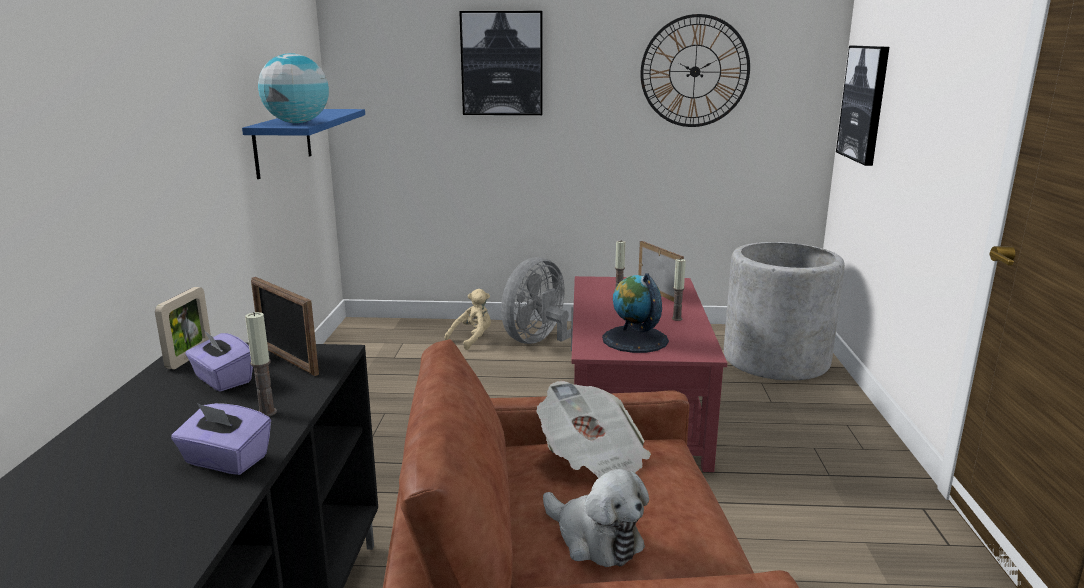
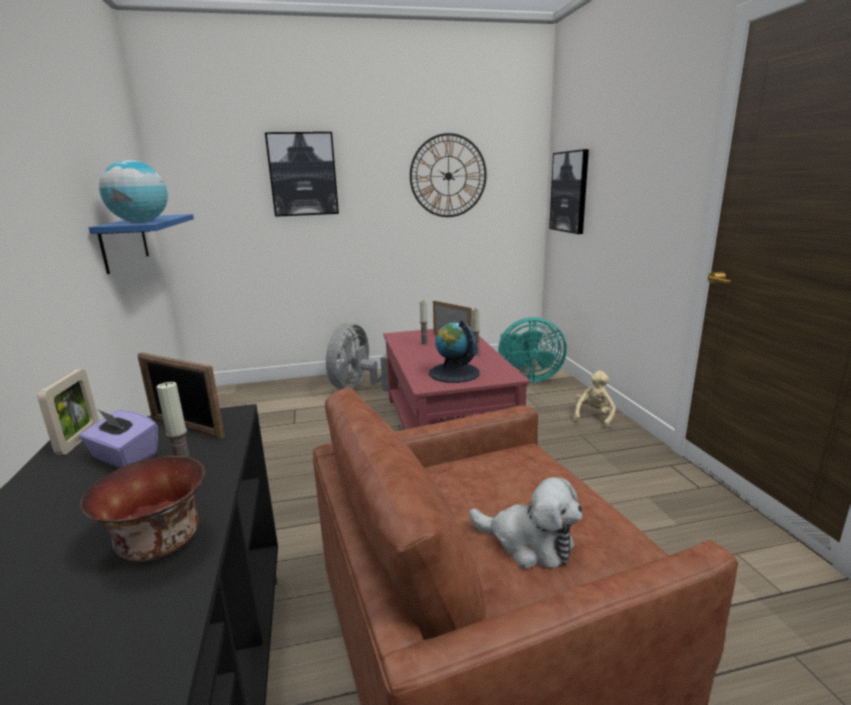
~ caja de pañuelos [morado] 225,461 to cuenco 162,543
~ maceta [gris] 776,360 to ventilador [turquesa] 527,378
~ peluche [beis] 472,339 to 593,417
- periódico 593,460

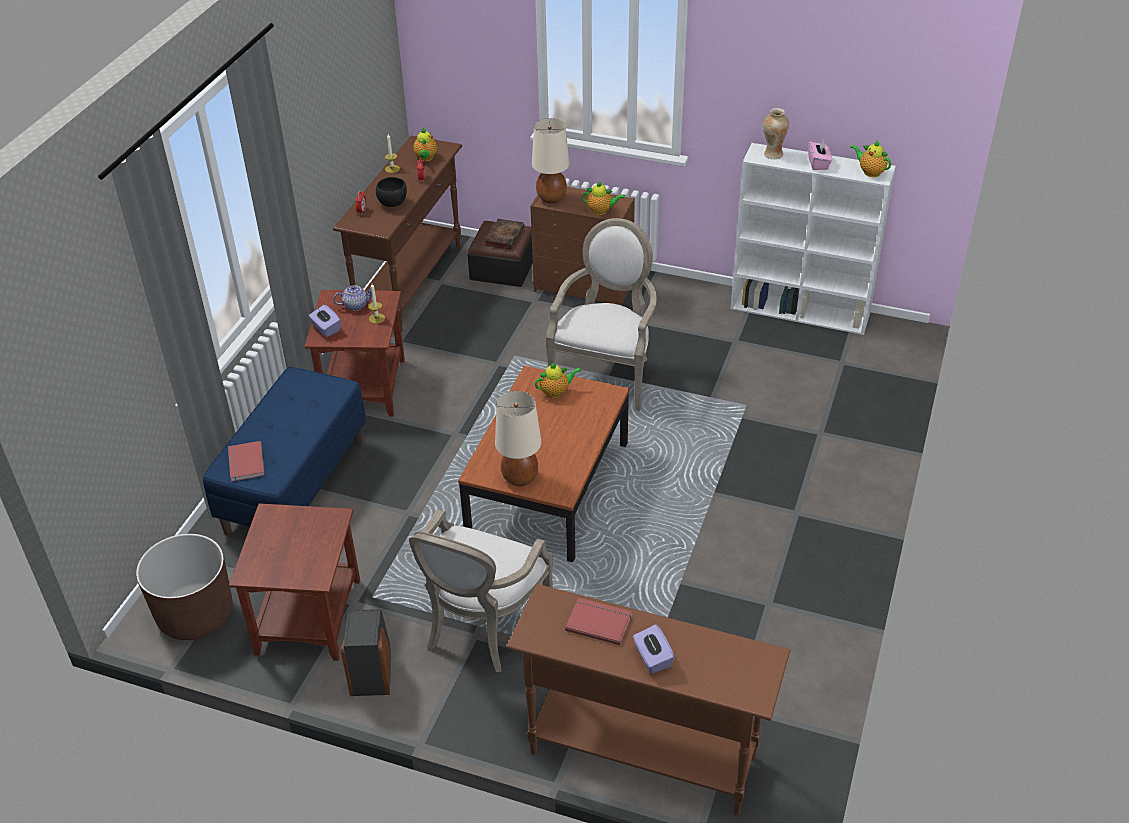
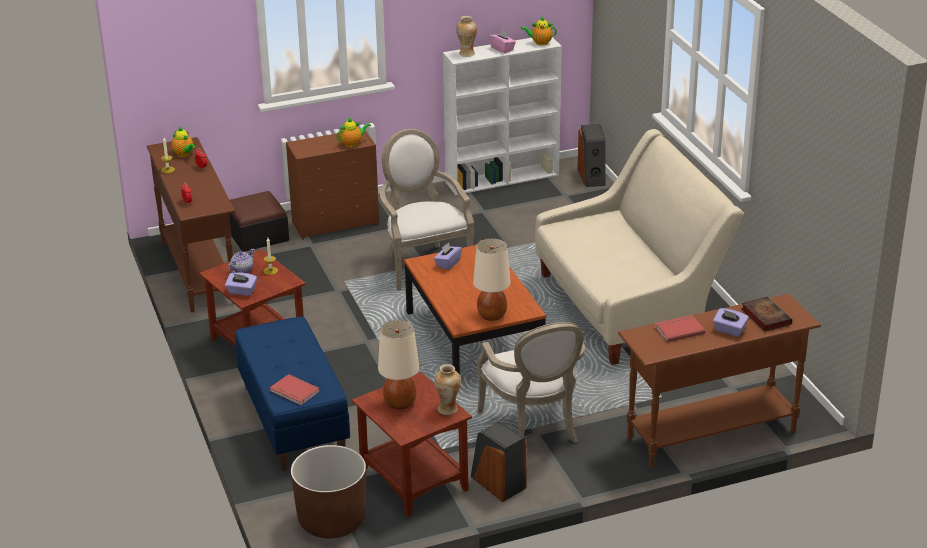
~ lámpara de mesa [beis] 551,198 to 400,403
~ tetera 556,392 to caja de pañuelos [morado] 448,263
+ florero 448,409
+ sofá [beis] 628,307
+ altavoz 592,176
~ libro 504,236 to 764,316
- cuenco [negro] 393,203

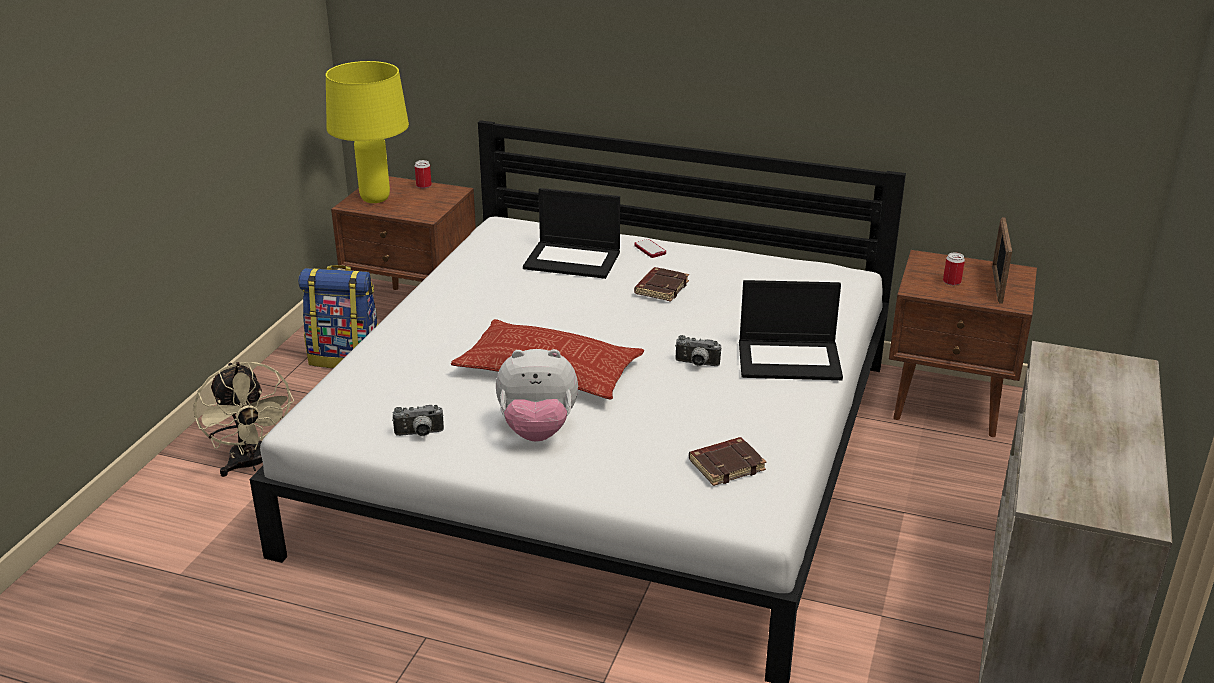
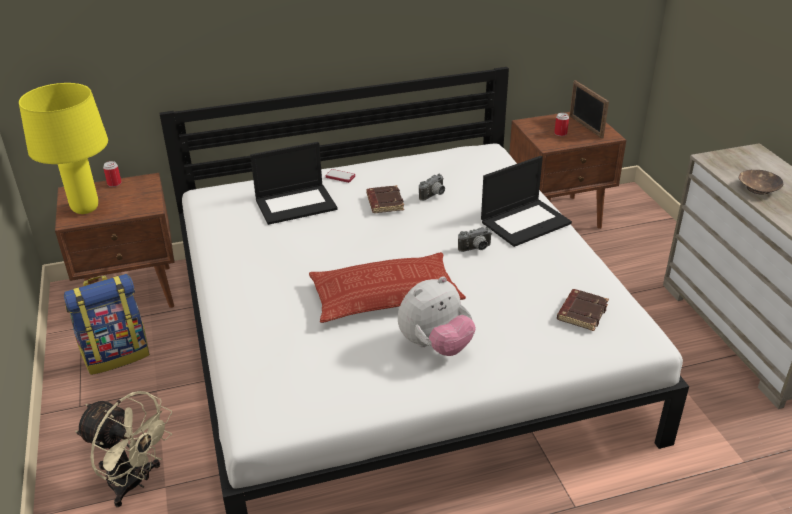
~ cámara 419,434 to 434,196
+ cuenco [marrón] 758,188

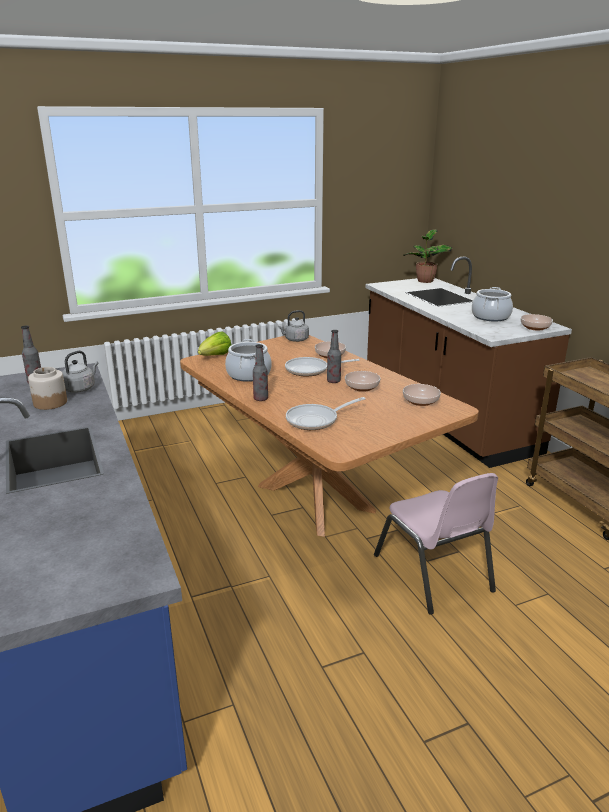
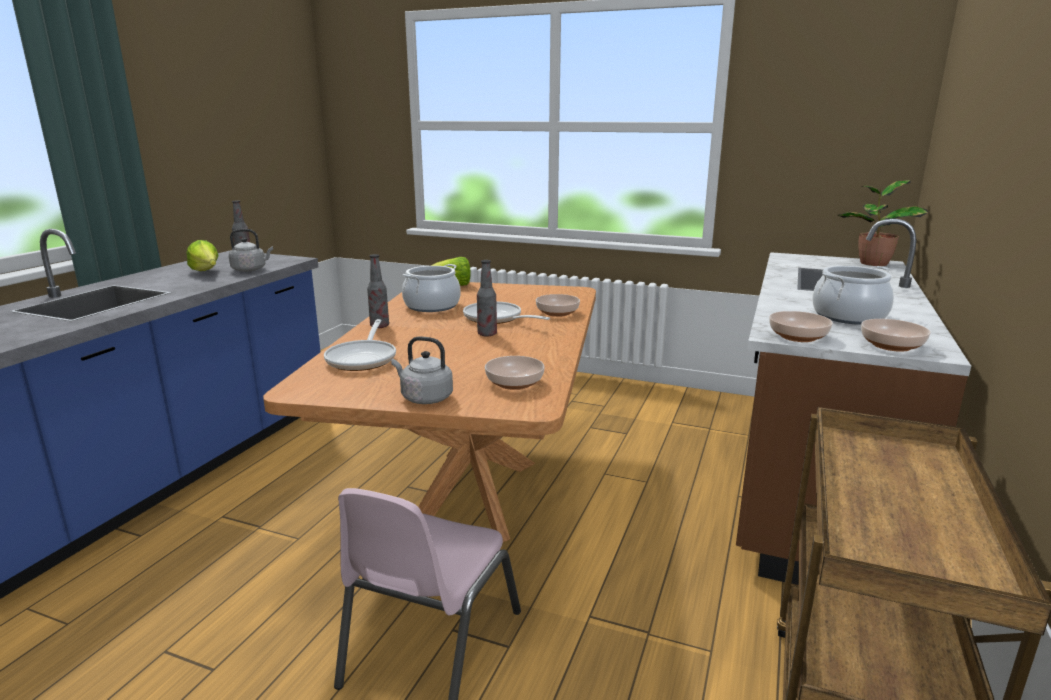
~ tarro 50,403 to lechuga 206,272
~ sartén 316,420 = 363,358 105 degrees counterclockwise
~ hervidor [gris] 295,340 to 424,398
~ cuenco 362,387 to 799,337

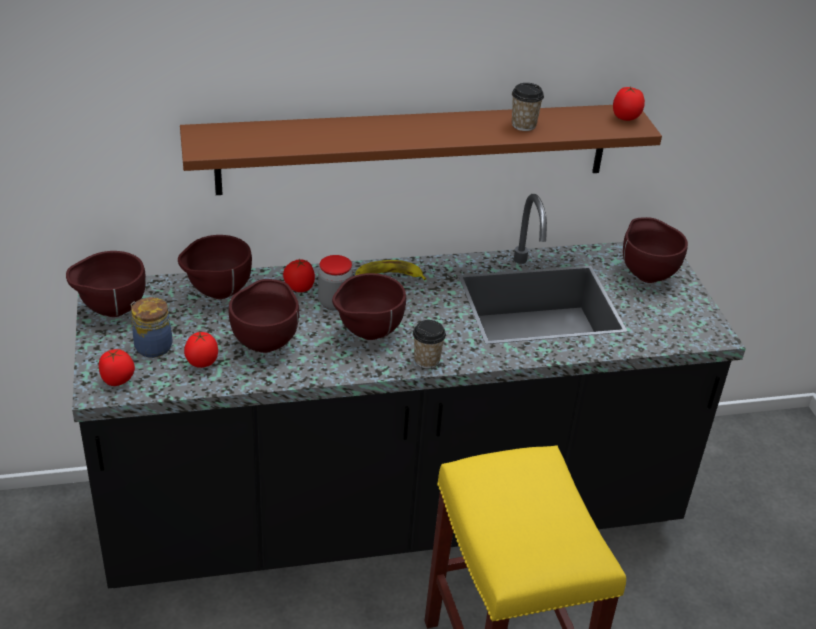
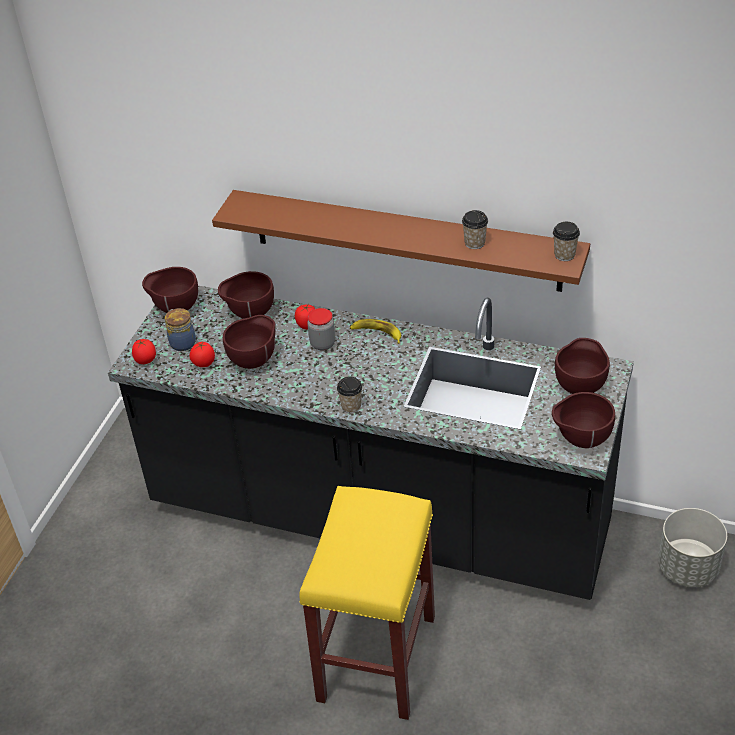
~ cuenco [marrón] 367,334 to 580,440
~ tomate 626,118 to taza 564,255
+ maceta [gris] 688,568

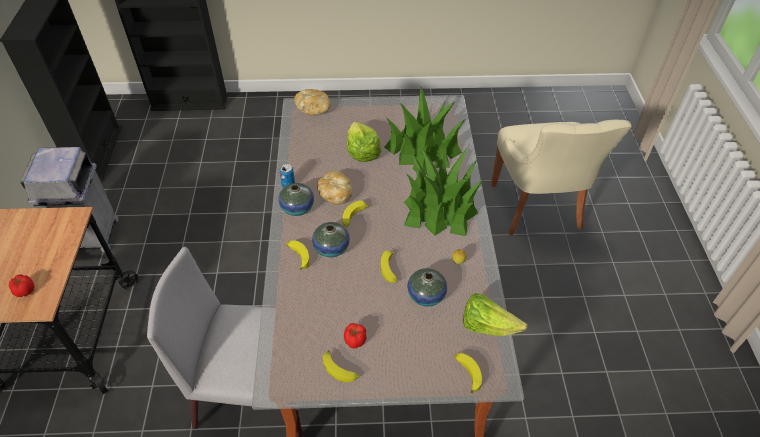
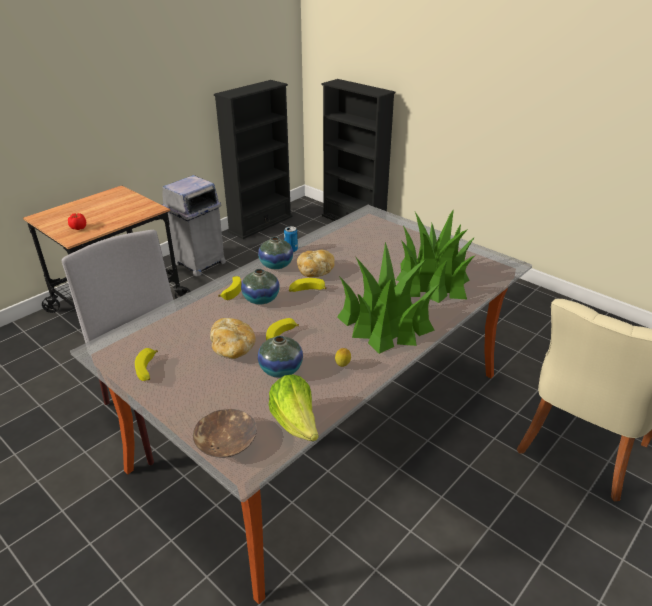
~ plátano 466,373 to cuenco [marrón] 226,441
~ pan 313,109 to 233,349
- tomate 355,341
- lechuga 362,152

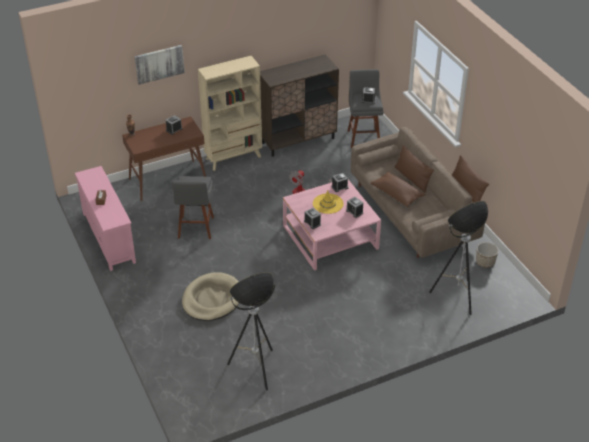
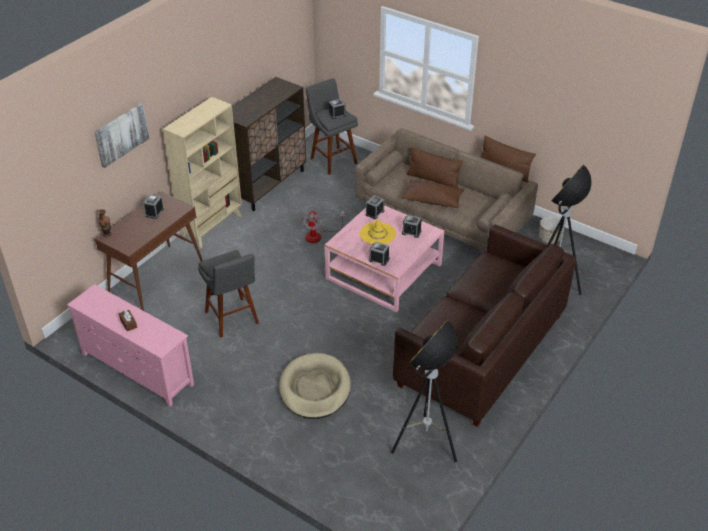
+ sofá [marrón] 481,350

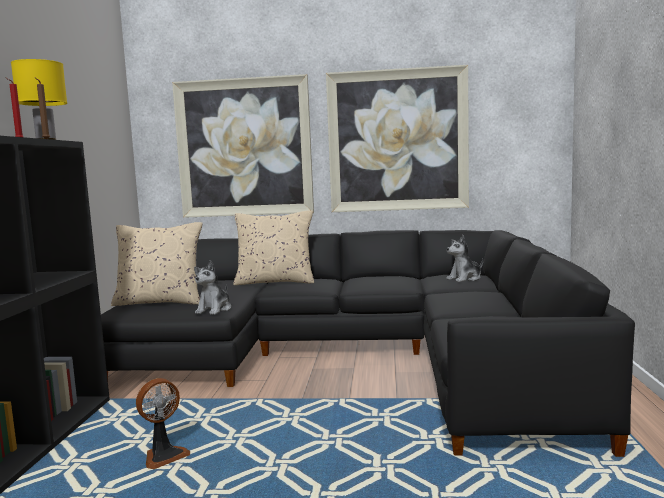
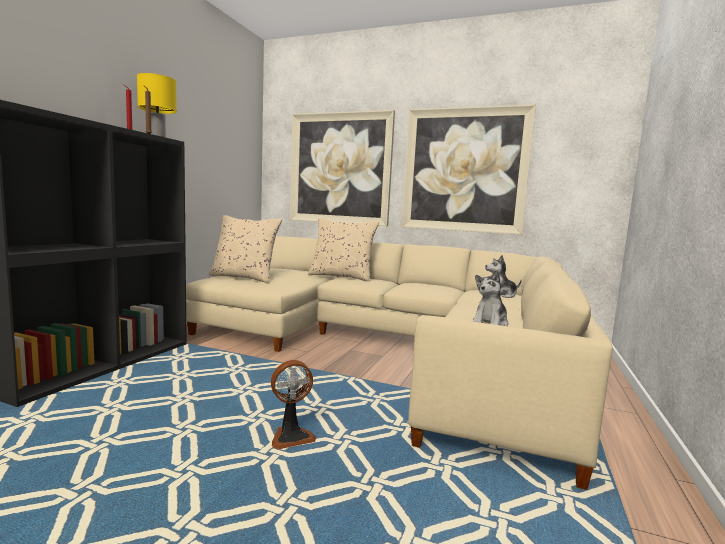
~ sofá [negro] 353,357 to sofá [beis] 389,347
~ ventilador 164,456 to 291,436
~ peluche 214,310 to 490,323

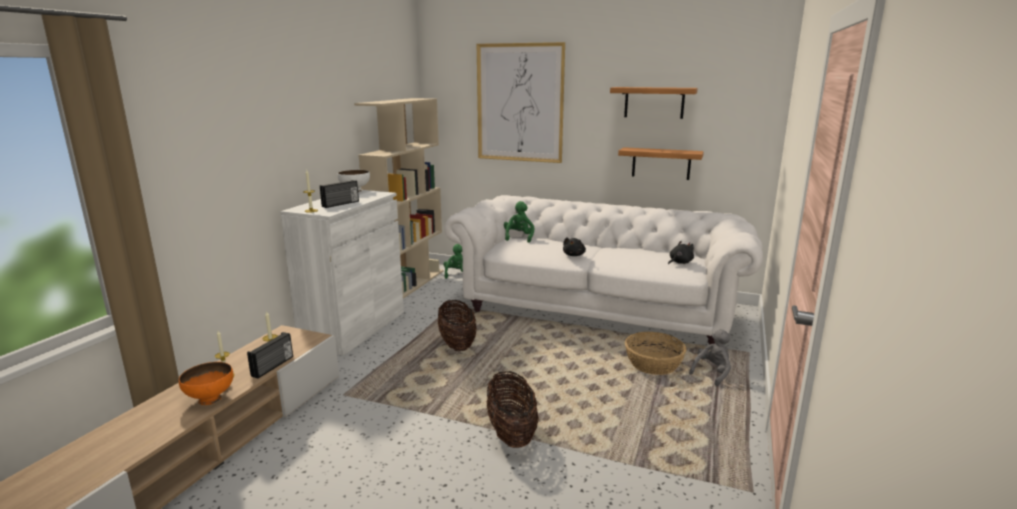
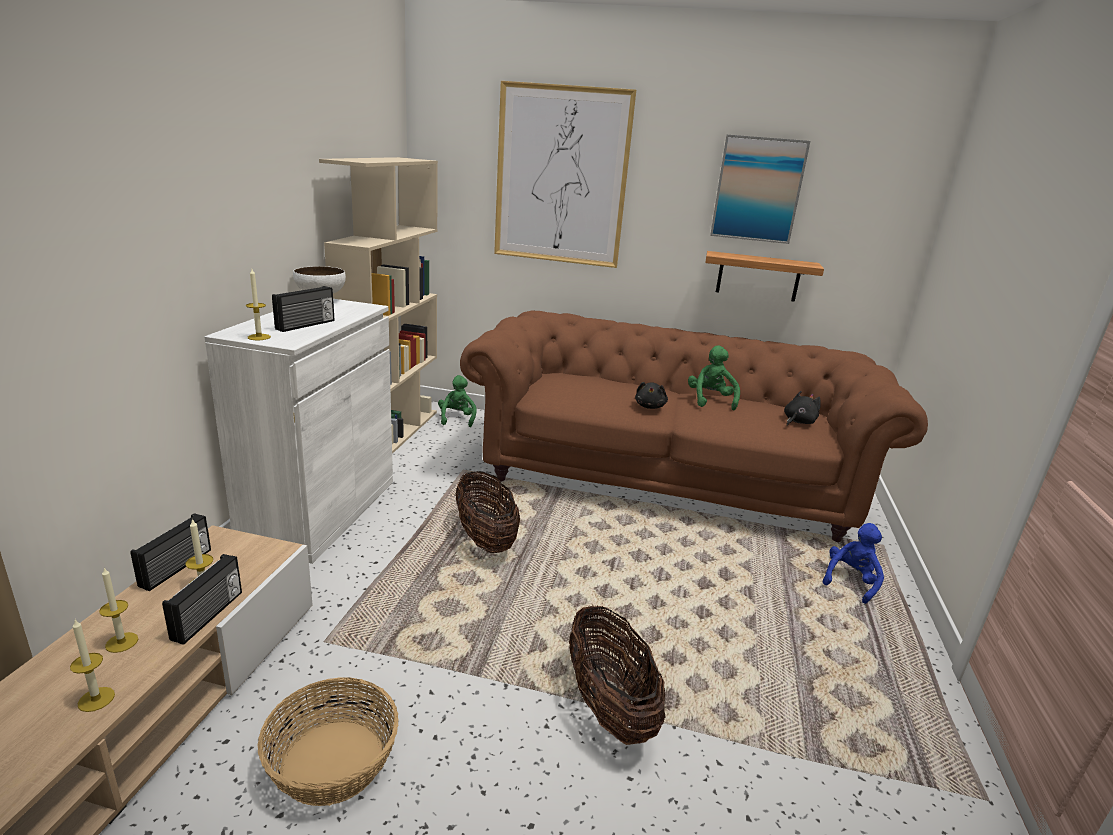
~ cuenco [naranja] 210,399 to vela 96,699
+ radio 177,568
~ cesta 653,364 to 332,762
~ sofá [blanco] 597,309 to sofá [marrón] 666,477
~ peluche [verde] 519,237 to 710,400
~ estante 654,102 to cuadro 758,189
~ peluche [gris] 712,373 to peluche [azul] 851,581

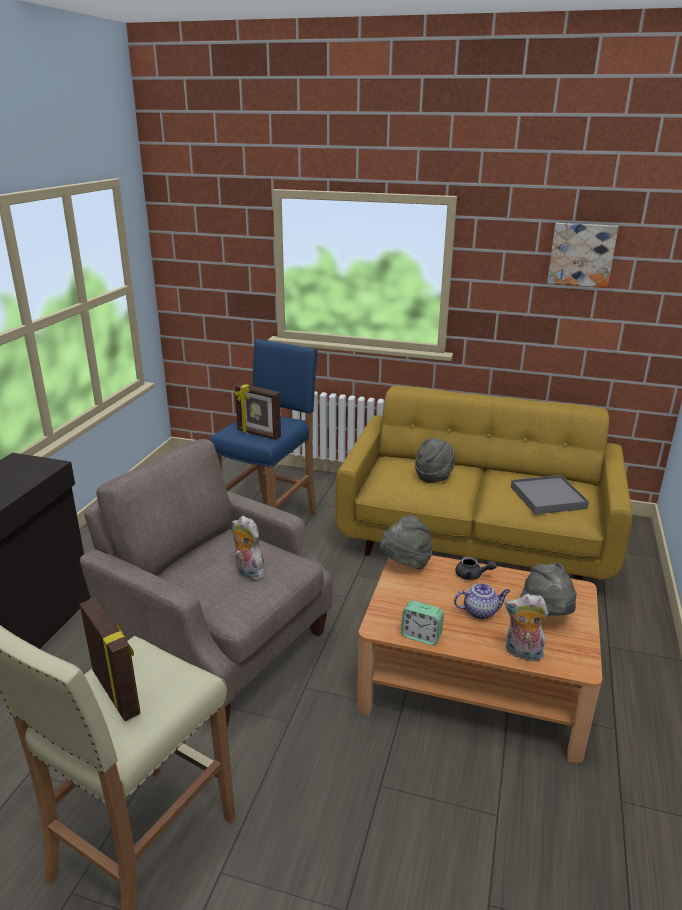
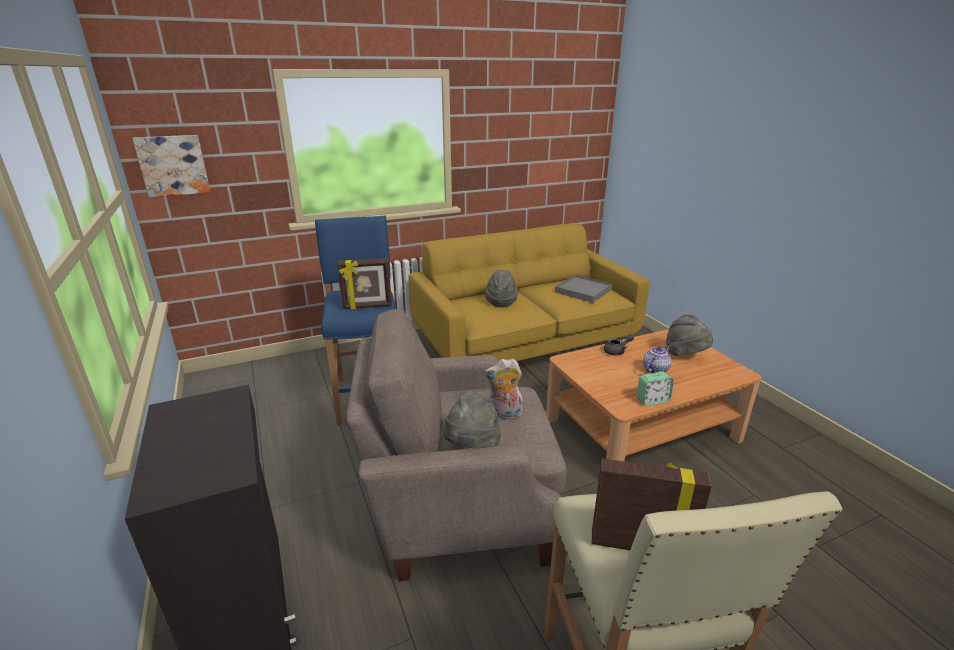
~ cuadro 581,254 to 173,165
~ sombrero [gris] 405,564 to 471,447
- peluche 522,654

